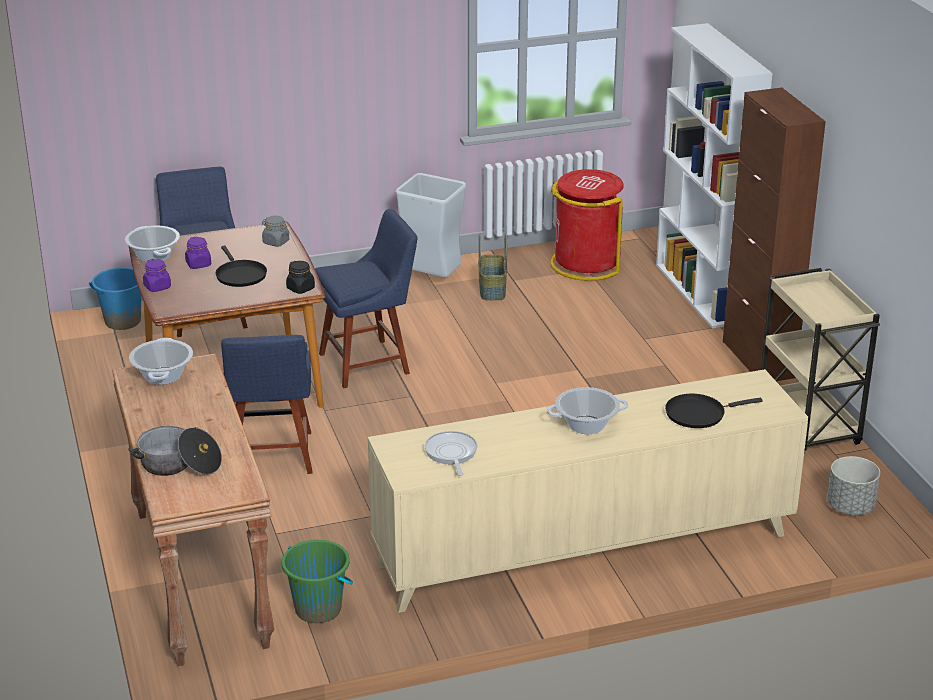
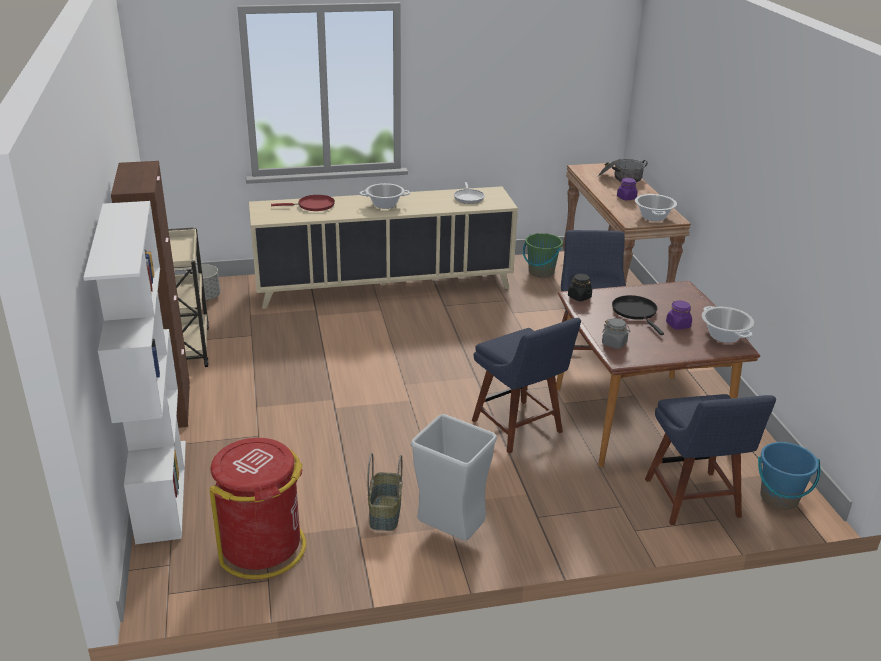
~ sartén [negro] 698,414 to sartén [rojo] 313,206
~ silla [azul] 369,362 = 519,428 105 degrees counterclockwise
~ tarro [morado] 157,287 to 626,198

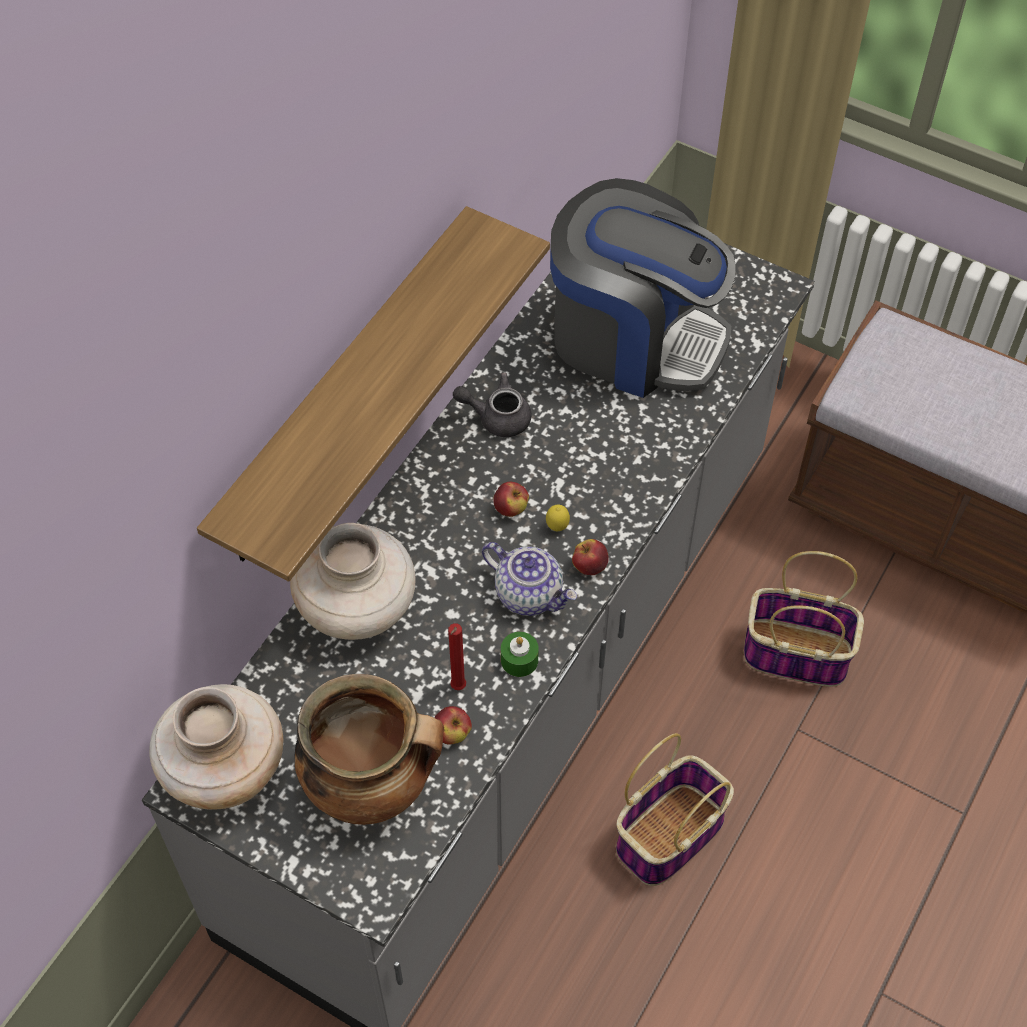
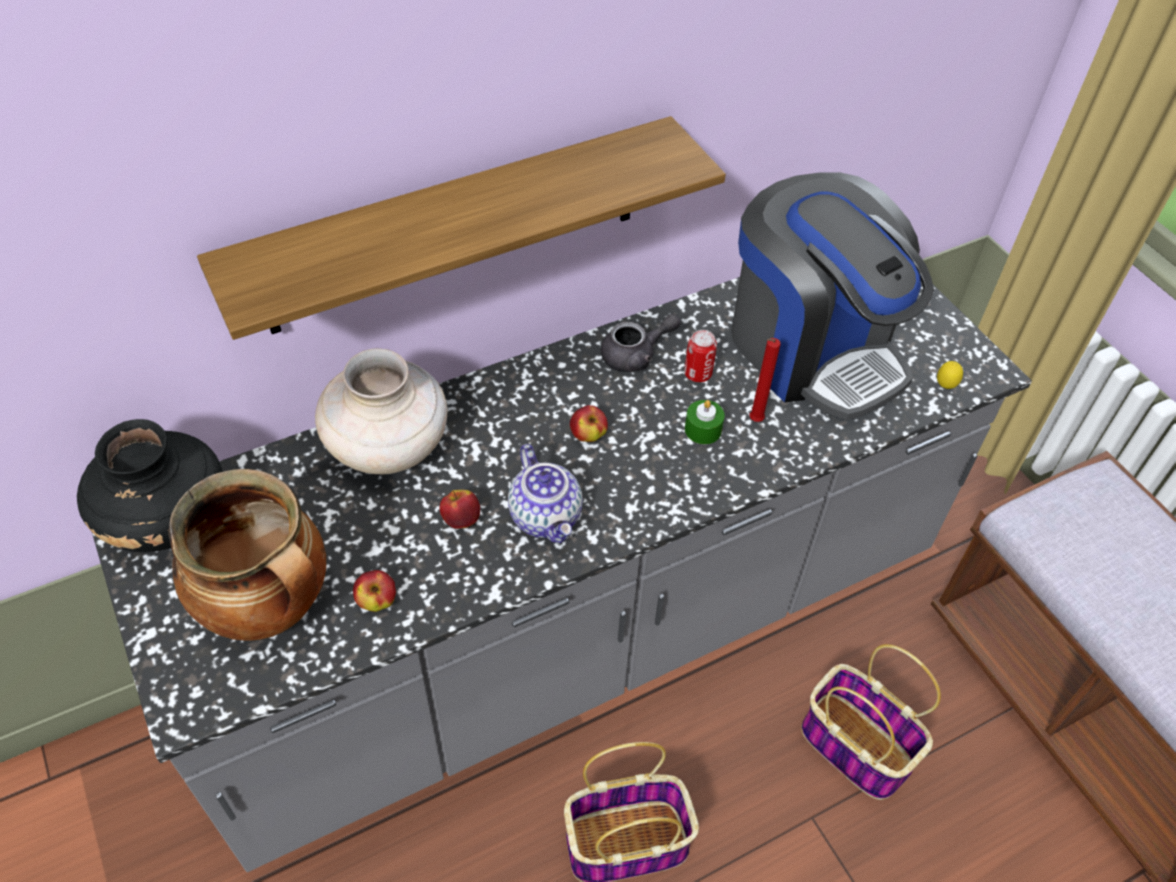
~ florero [beis] 224,769 to florero [negro] 168,521
~ manzana 589,566 to 461,520
~ tetera [gris] 497,417 = 636,355 120 degrees clockwise
+ lata 697,374
~ vela [verde] 519,660 to 703,429
~ vela [rojo] 457,688 to 754,421
~ limón 557,527 to 945,386

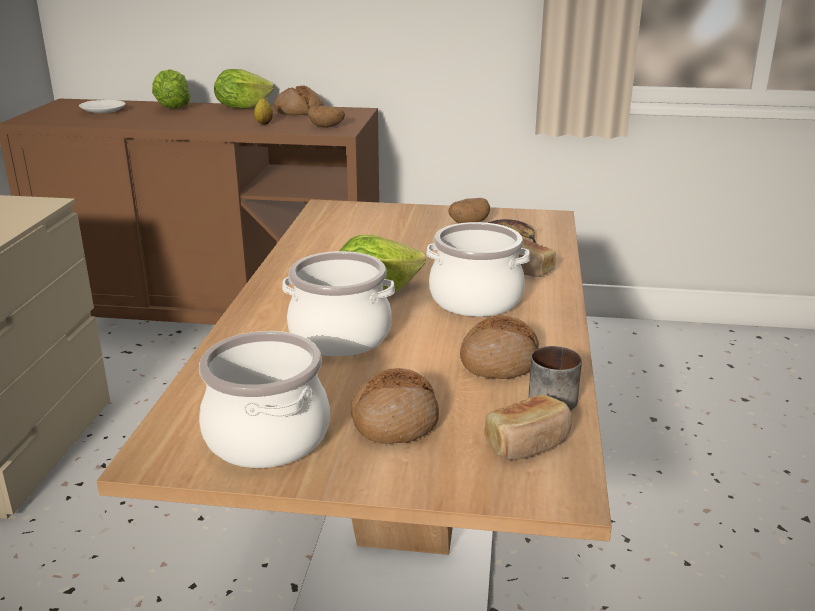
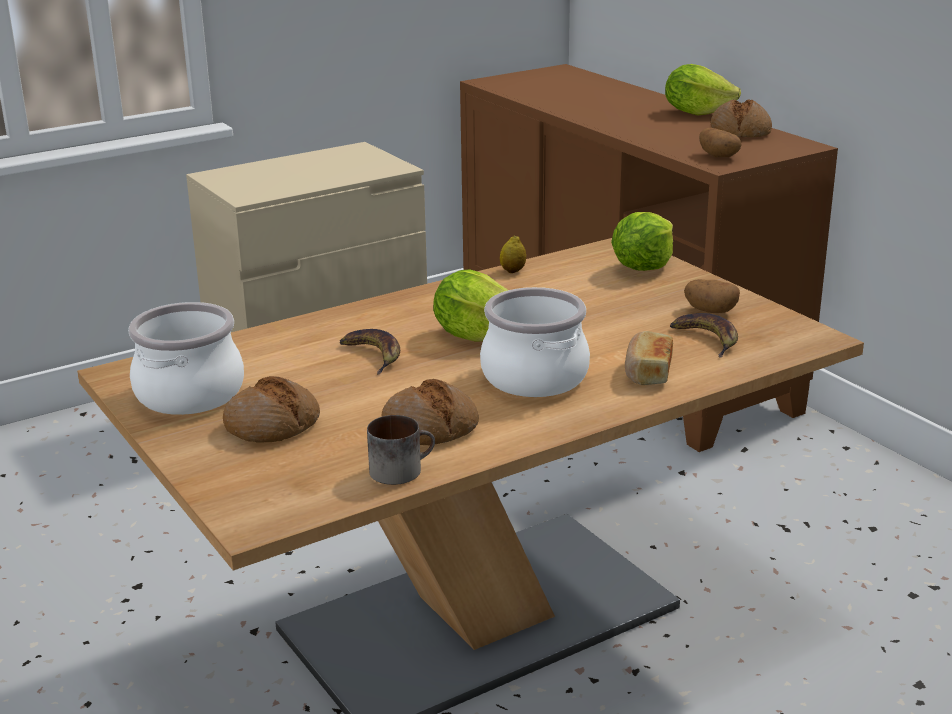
~ olla 340,336 to plátano 373,355
~ limón 264,123 to 513,271
~ lechuga 172,108 to 643,266
- plato [blanco] 102,111
- pan 528,443

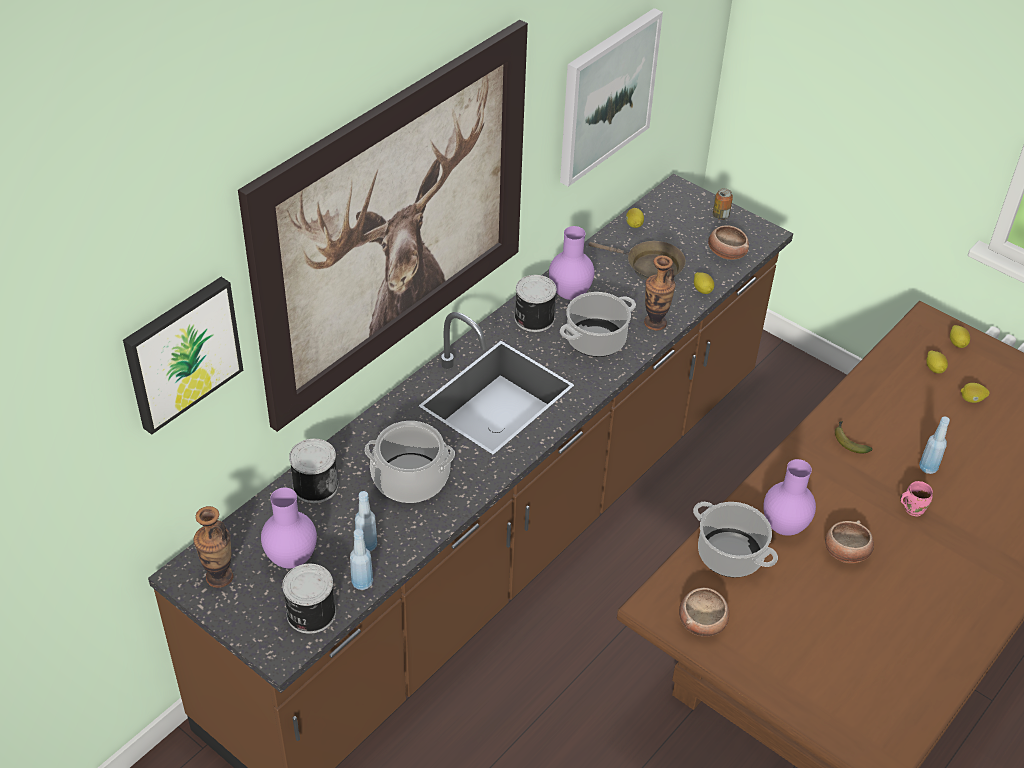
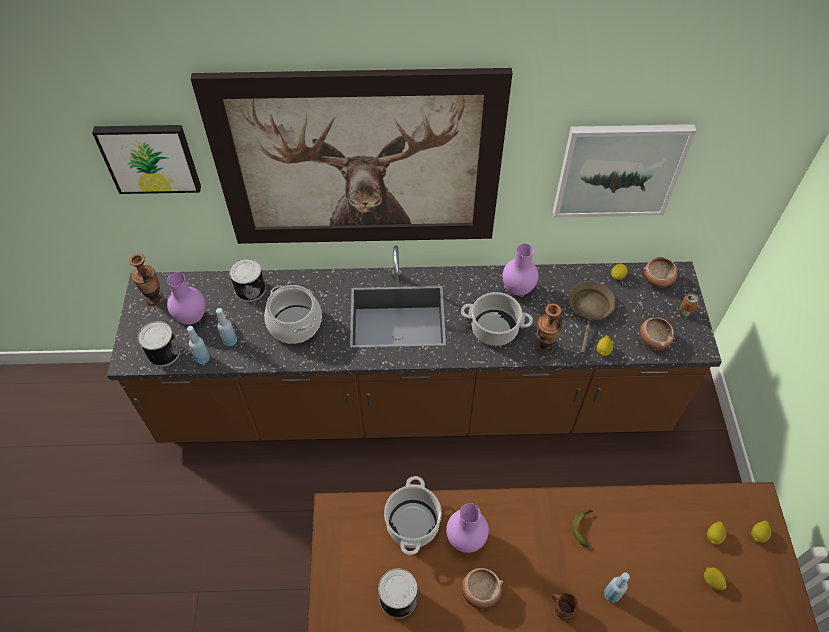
~ lata 533,318 to 397,598
~ taza grande [rosa] 912,508 to taza grande [marrón] 562,608
~ sartén [marrón] 649,267 = 590,310 150 degrees counterclockwise
~ cuenco 702,621 to 658,279

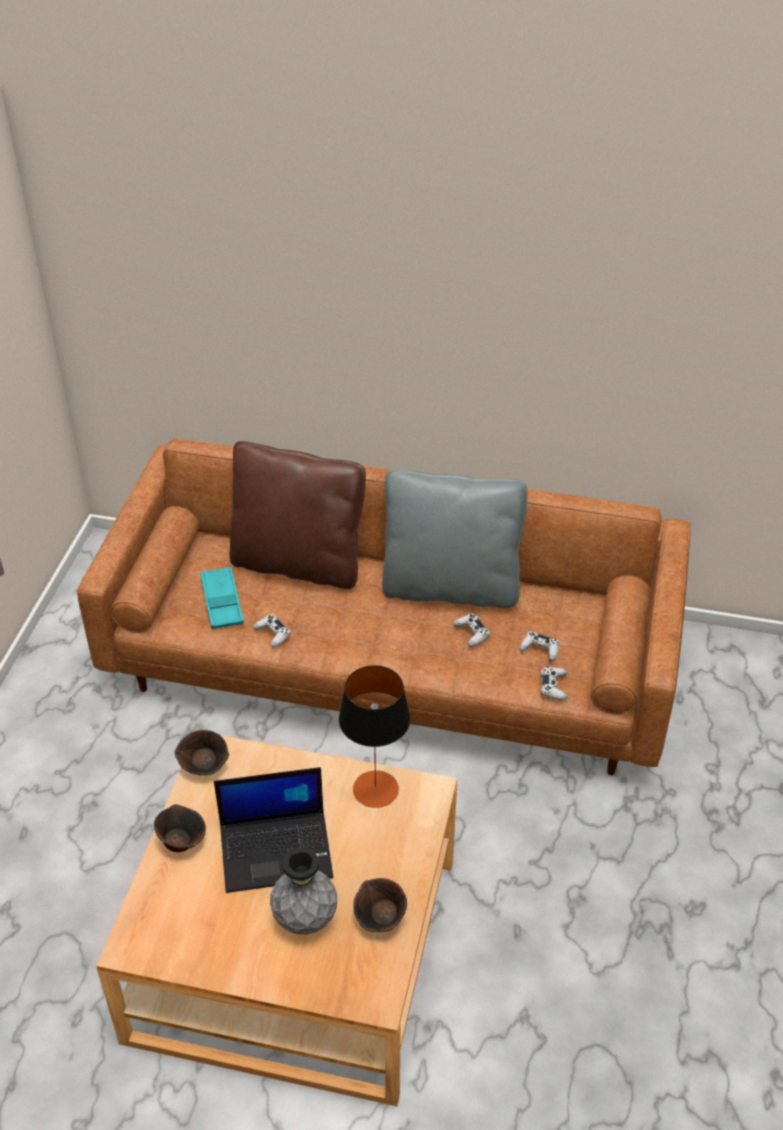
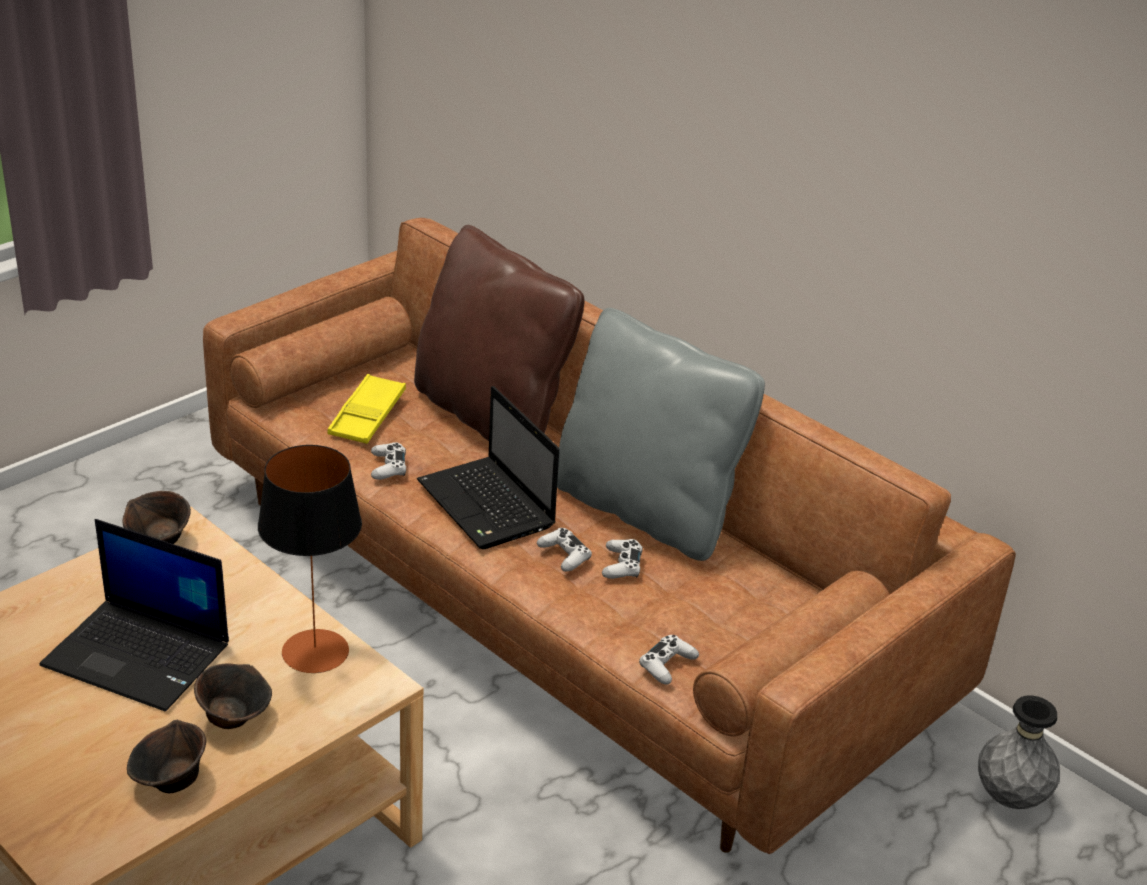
~ cuenco [marrón] 181,840 to 234,717
~ bandeja [turquesa] 222,602 to bandeja [amarillo] 367,416
+ portátil 488,506
~ mando de consola [blanco] 540,649 to 564,555
~ florero [gris] 305,919 to 1009,798

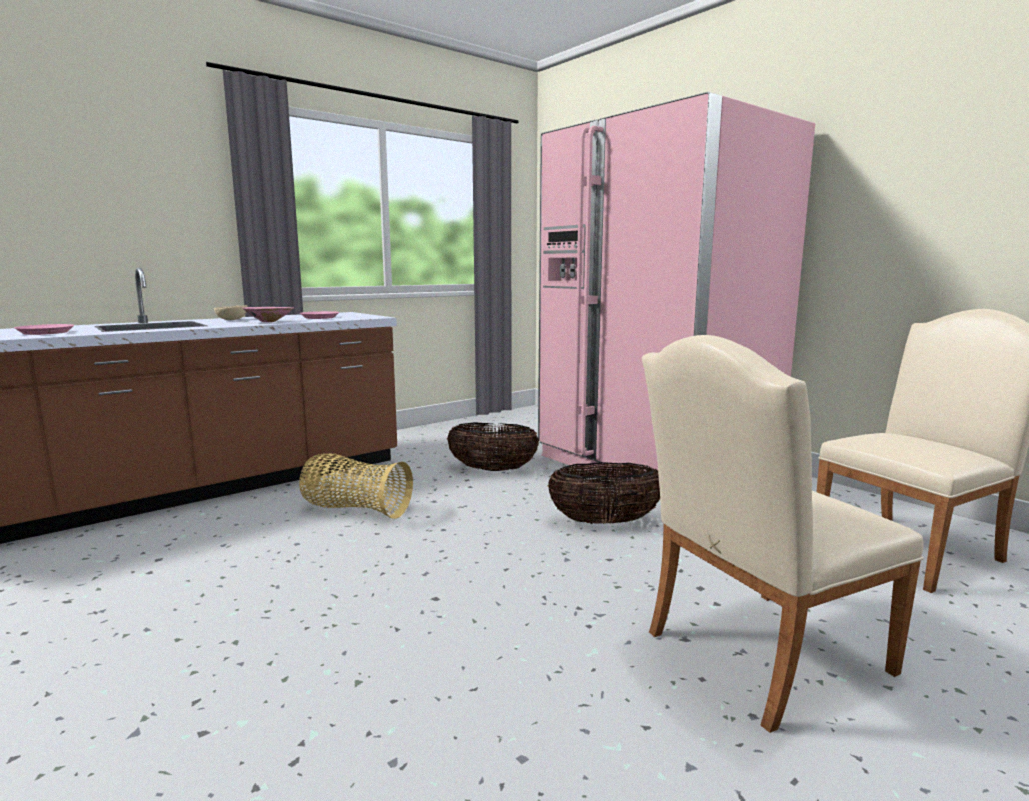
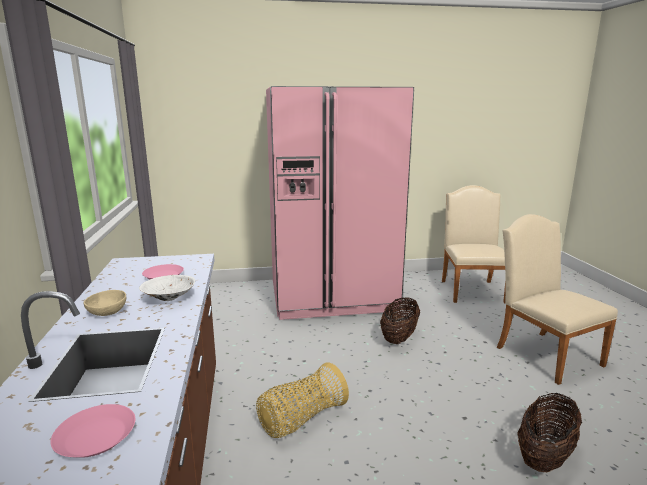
~ cuenco [rosa] 270,321 to cuenco [blanco] 169,297
~ silla [beis] 755,656 = 543,353 150 degrees clockwise
~ cesta 492,469 to 545,456

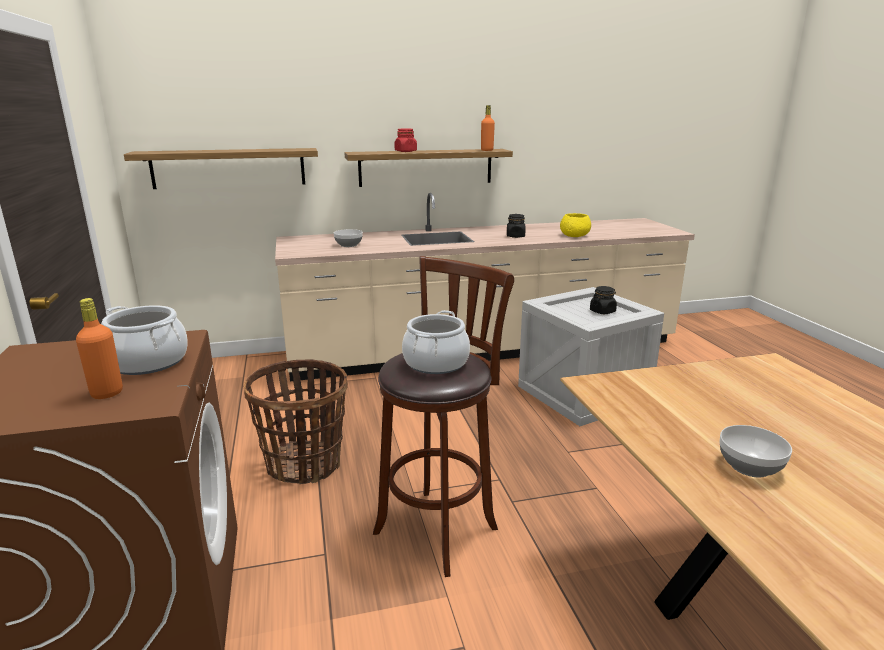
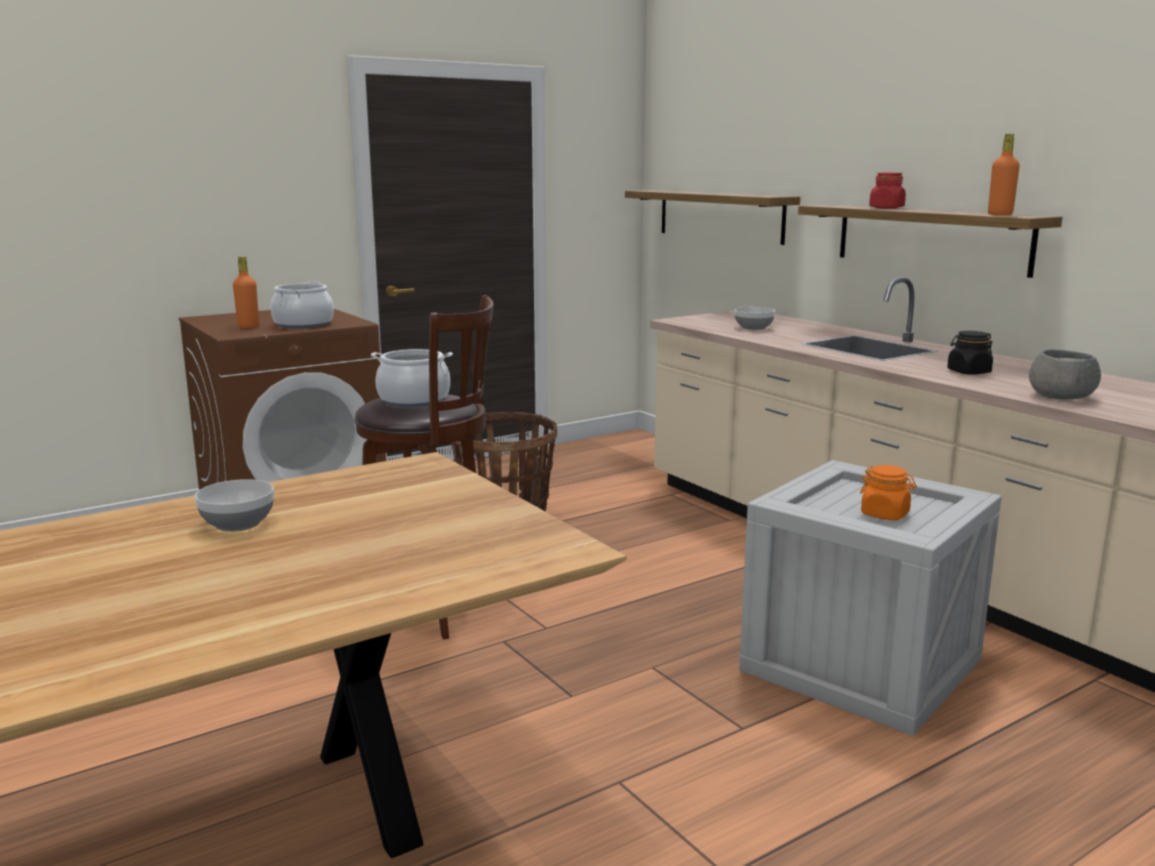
~ tarro [negro] 602,311 to tarro [naranja] 885,514
~ cuenco [amarillo] 574,235 to cuenco [gris] 1060,396

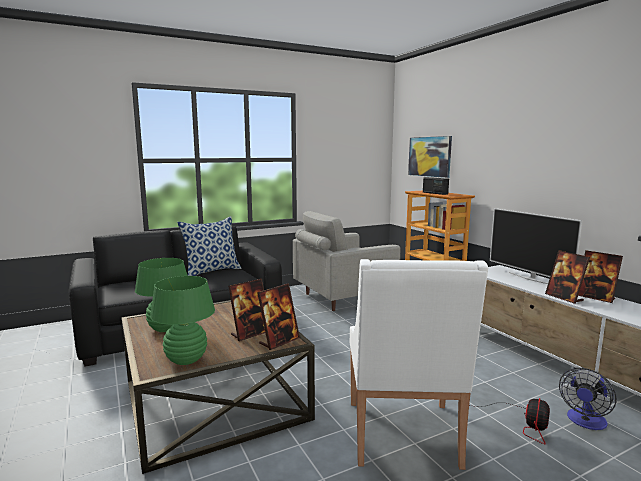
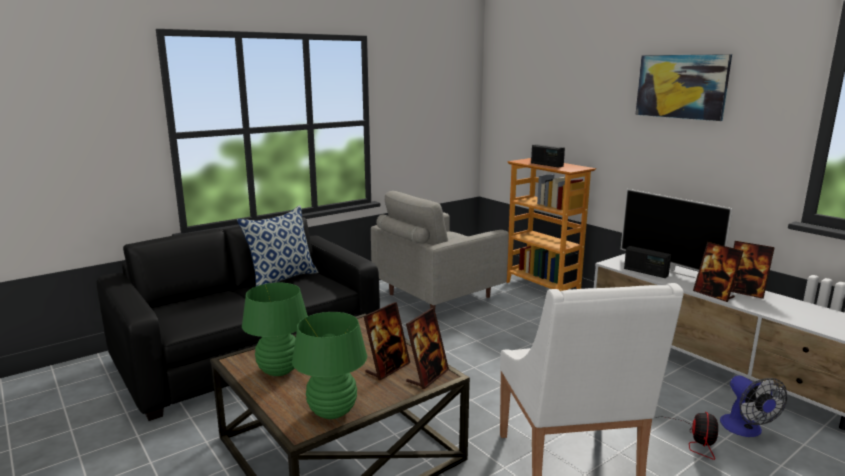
+ radio 645,272
~ cuadro 429,156 to 681,86
~ ventilador 585,422 = 745,430 45 degrees counterclockwise

